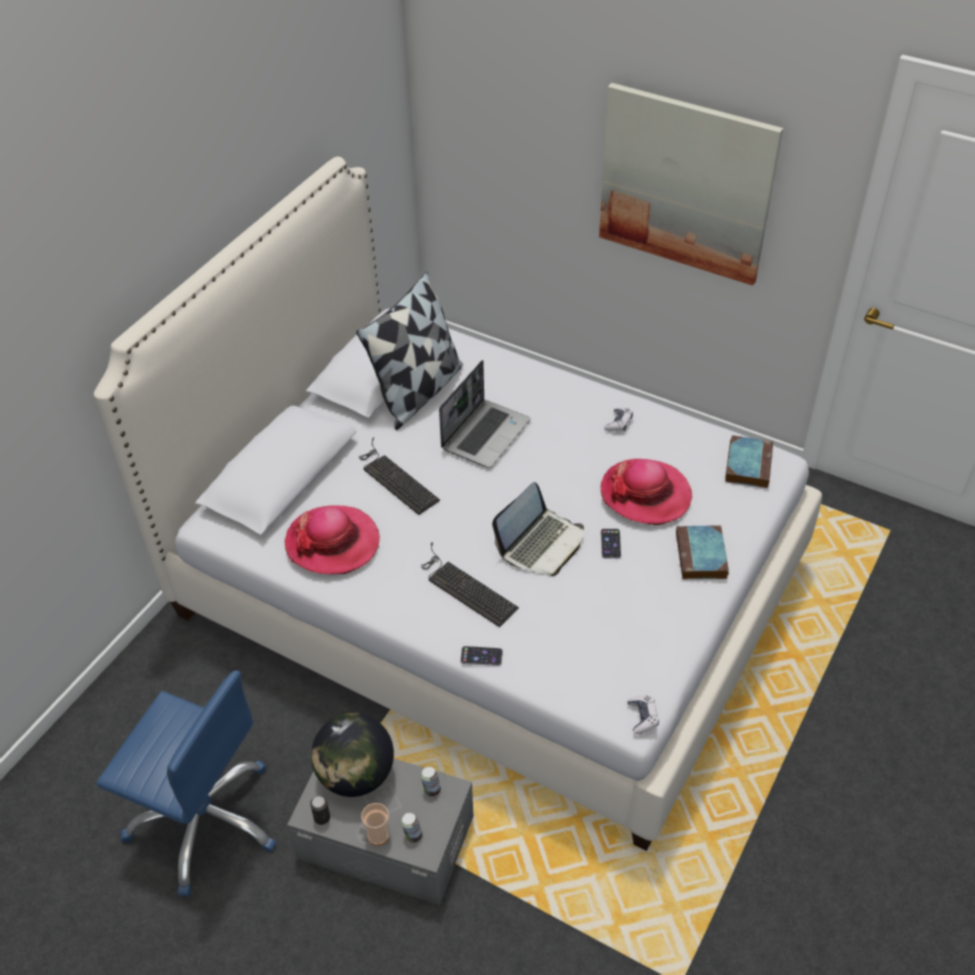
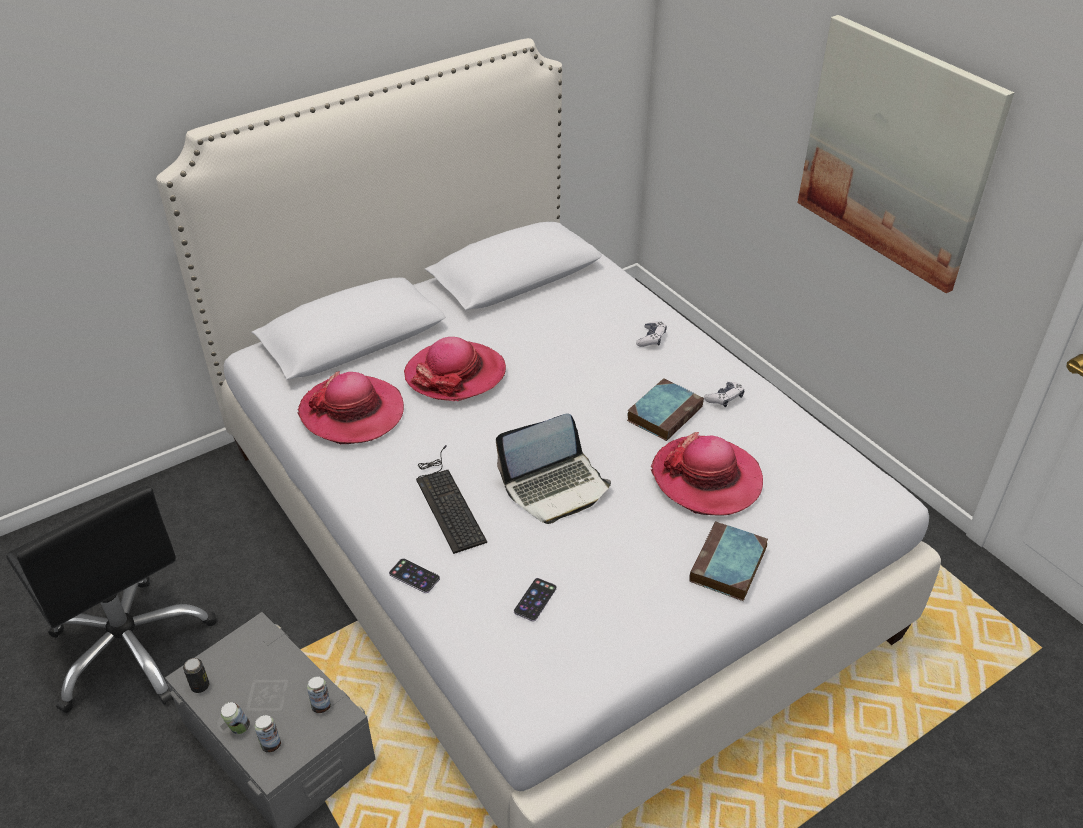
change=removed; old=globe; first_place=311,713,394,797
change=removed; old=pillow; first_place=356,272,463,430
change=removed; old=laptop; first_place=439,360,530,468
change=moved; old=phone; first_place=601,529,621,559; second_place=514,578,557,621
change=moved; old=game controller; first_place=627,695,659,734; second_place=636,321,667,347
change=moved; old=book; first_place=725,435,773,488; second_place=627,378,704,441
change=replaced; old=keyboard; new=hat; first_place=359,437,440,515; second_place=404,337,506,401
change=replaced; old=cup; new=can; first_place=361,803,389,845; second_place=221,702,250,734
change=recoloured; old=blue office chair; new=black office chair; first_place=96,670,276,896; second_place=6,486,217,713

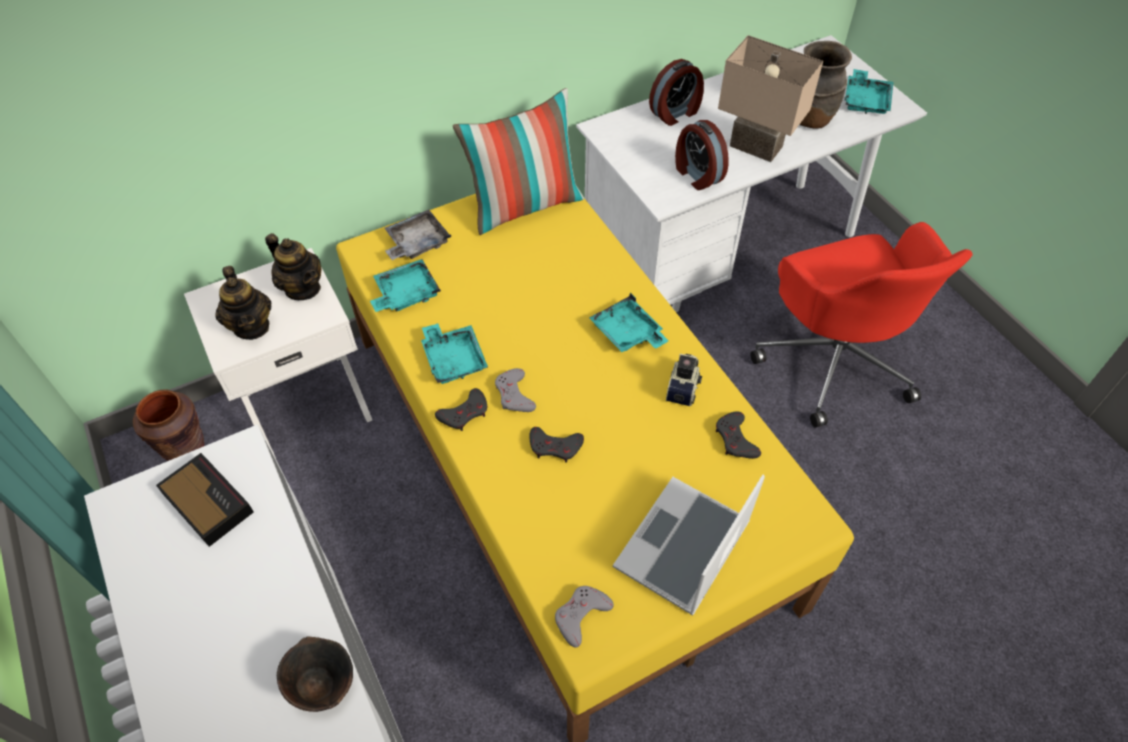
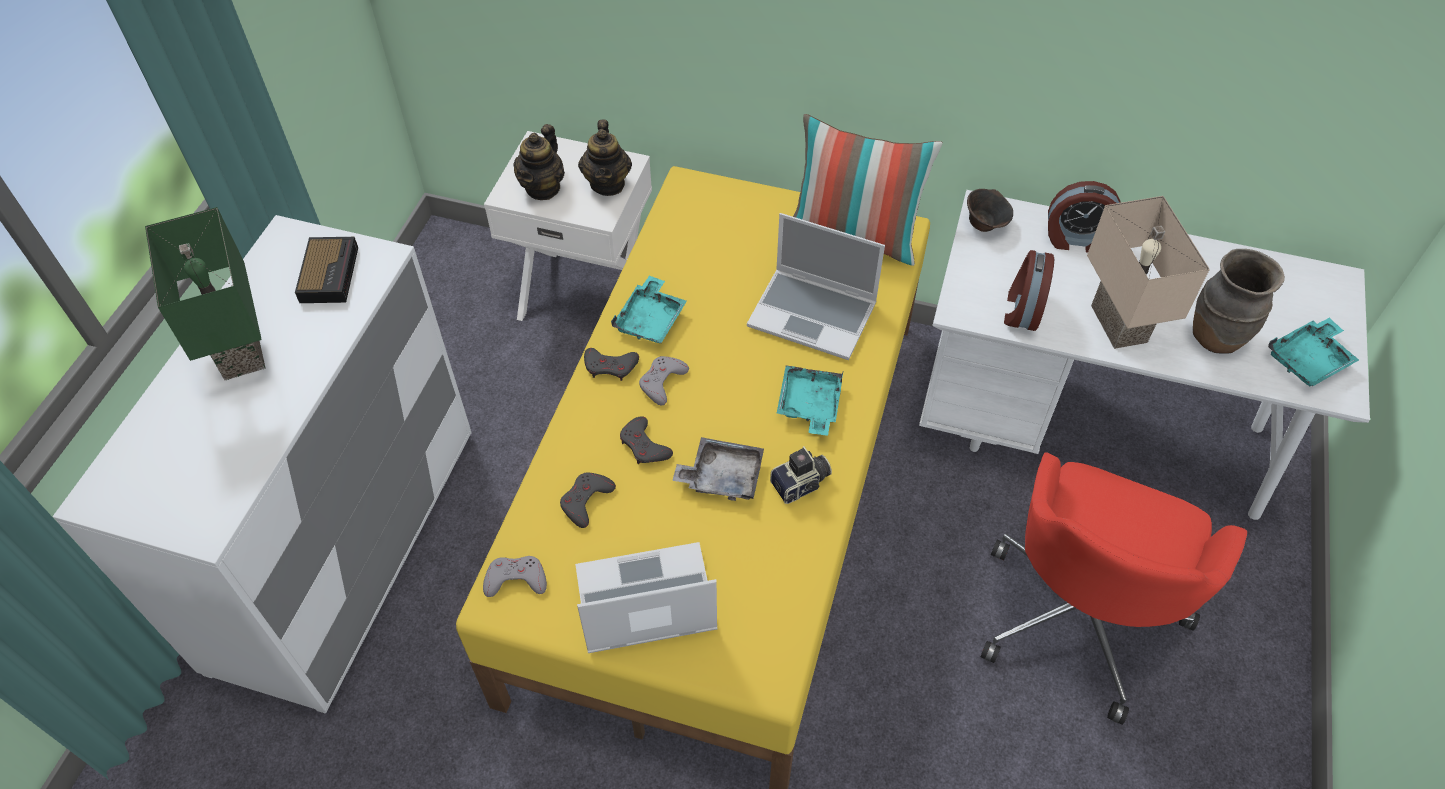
change=removed; old=brown vase; first_place=133,389,204,461
change=removed; old=turquoise tray; first_place=370,259,441,312
change=added; new=green table lamp; second_place=145,207,266,380
change=added; new=laptop; second_place=747,213,885,360
change=moved; old=brown bowl; first_place=277,636,353,712; second_place=967,189,1013,232
change=moved; old=grey tray; first_place=384,210,451,260; second_place=672,437,764,501
change=moved; old=grey game controller; first_place=716,412,761,459; second_place=560,472,616,528

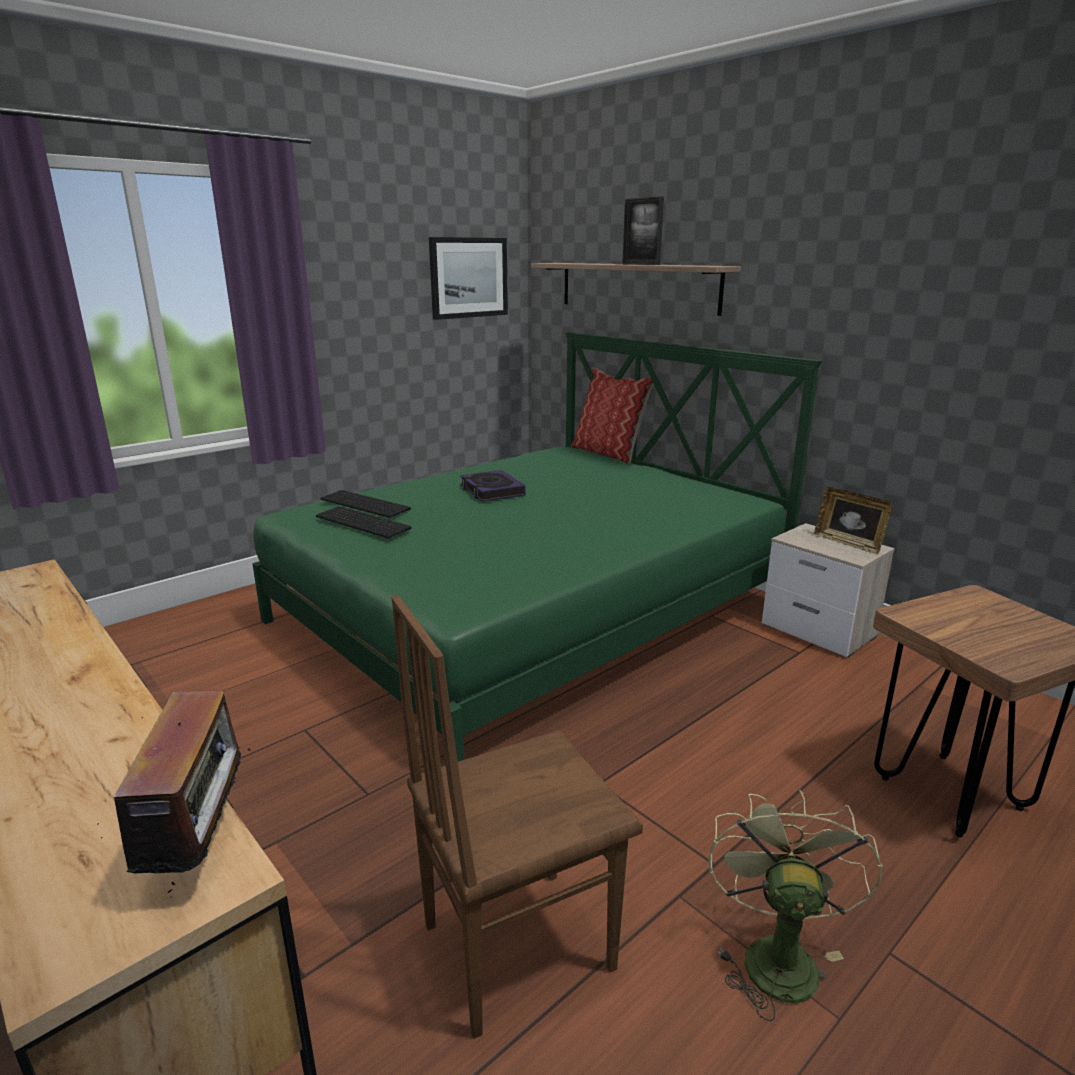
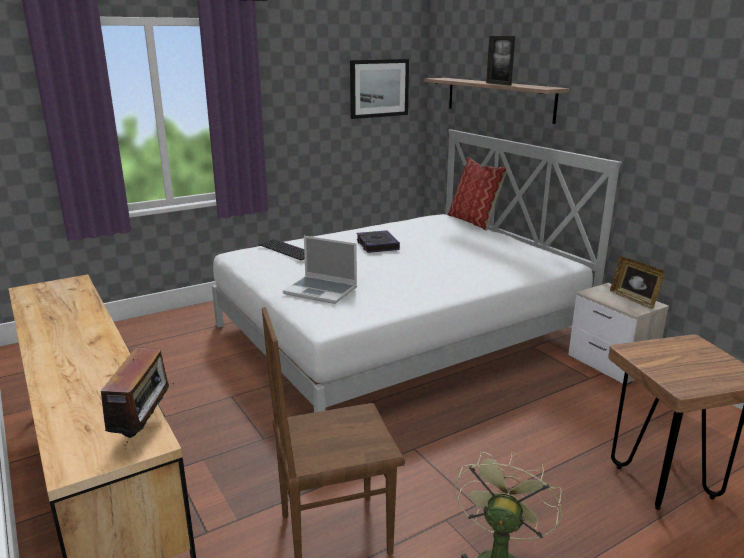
change=removed; old=keyboard; first_place=316,506,412,538
change=added; new=laptop; second_place=283,236,357,304
change=recoloured; old=green bed; new=white bed; first_place=252,332,822,762; second_place=212,129,622,412

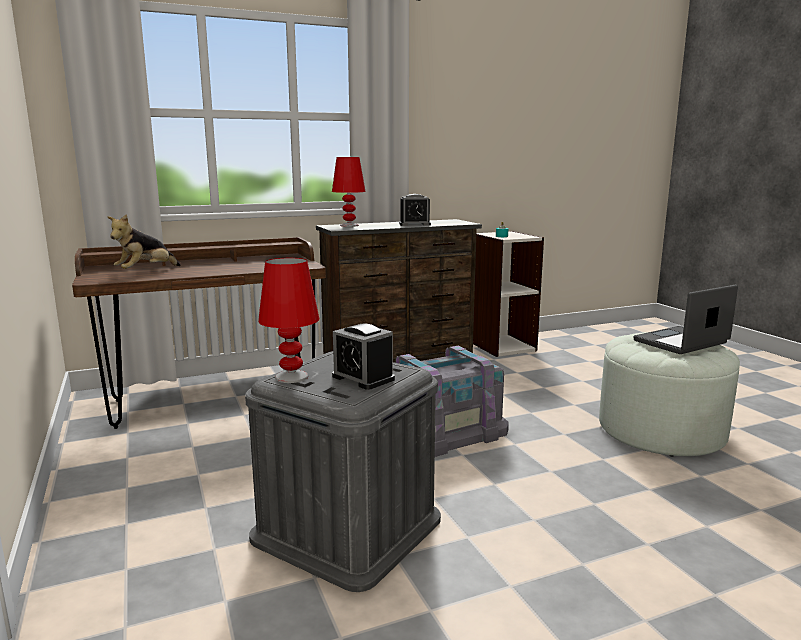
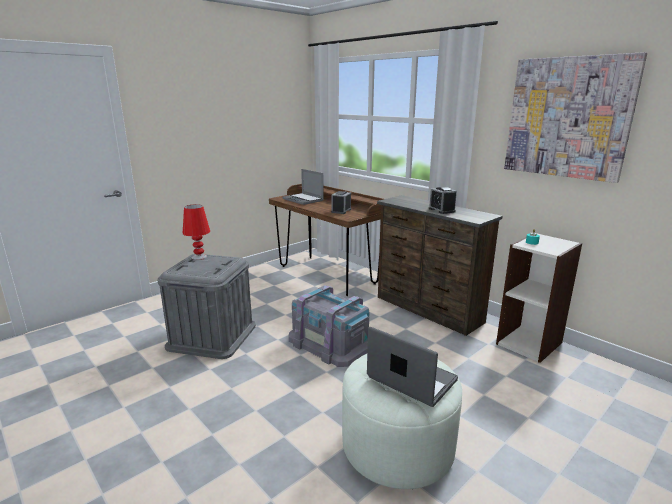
change=removed; old=red table lamp; first_place=332,157,366,227
change=added; new=picture; second_place=504,52,647,183
change=moved; old=alarm clock; first_place=332,324,395,390; second_place=331,191,351,214
change=replaced; old=plush toy; new=laptop; first_place=107,214,181,269; second_place=282,169,324,205

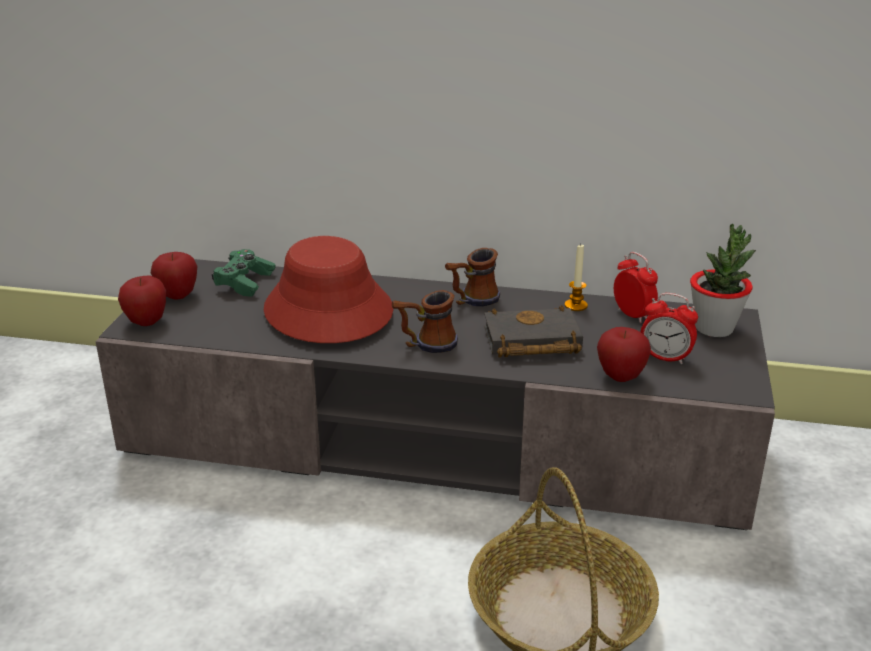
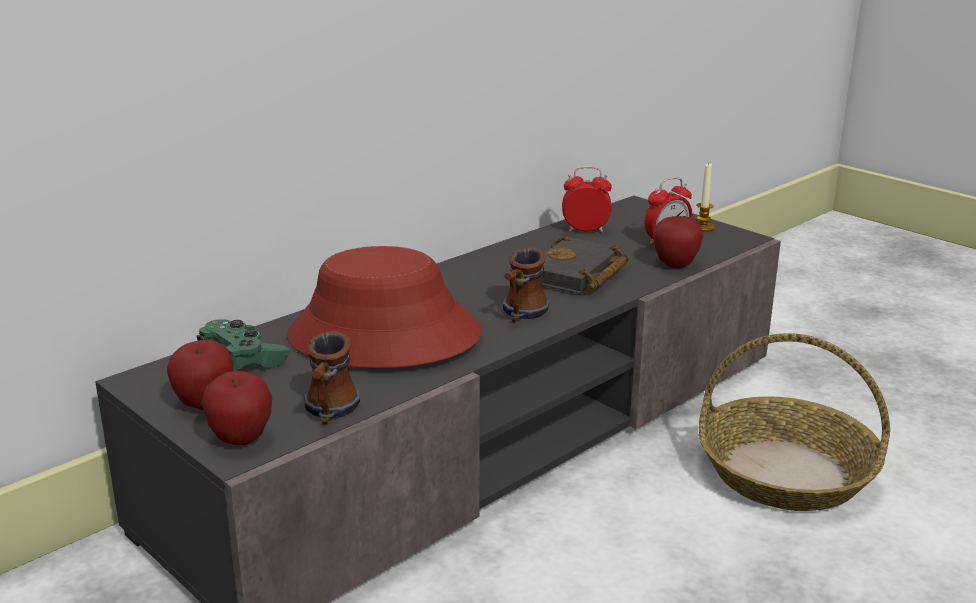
change=removed; old=potted plant; first_place=690,223,756,337
change=moved; old=mug; first_place=445,248,500,306; second_place=304,331,360,425
change=moved; old=candle; first_place=565,244,588,311; second_place=696,163,715,232

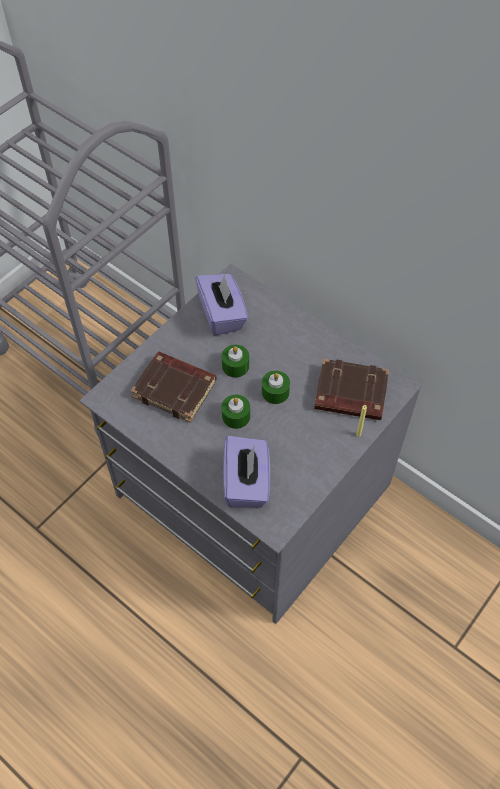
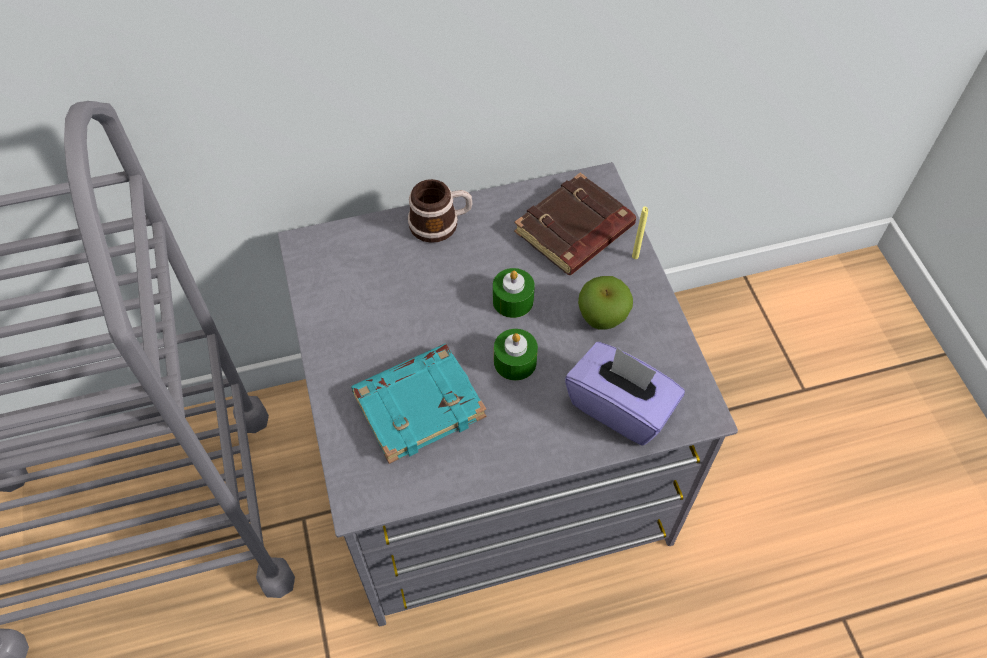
change=removed; old=purple tissue box; first_place=195,273,248,336
change=removed; old=green candle; first_place=222,345,249,377
change=added; new=mug; second_place=408,179,472,243
change=added; new=apple; second_place=578,276,633,330
change=recoloured; old=brown book; new=turquoise book; first_place=131,352,216,423; second_place=351,344,486,464

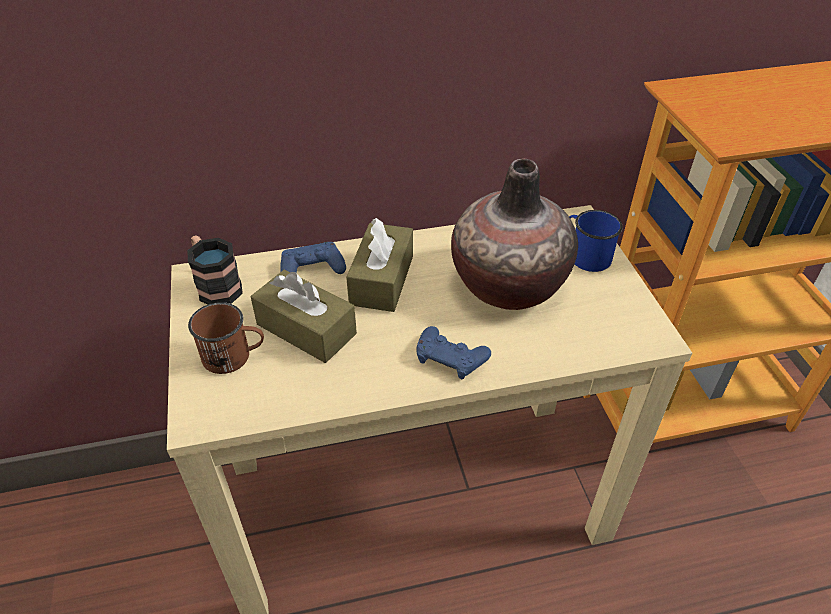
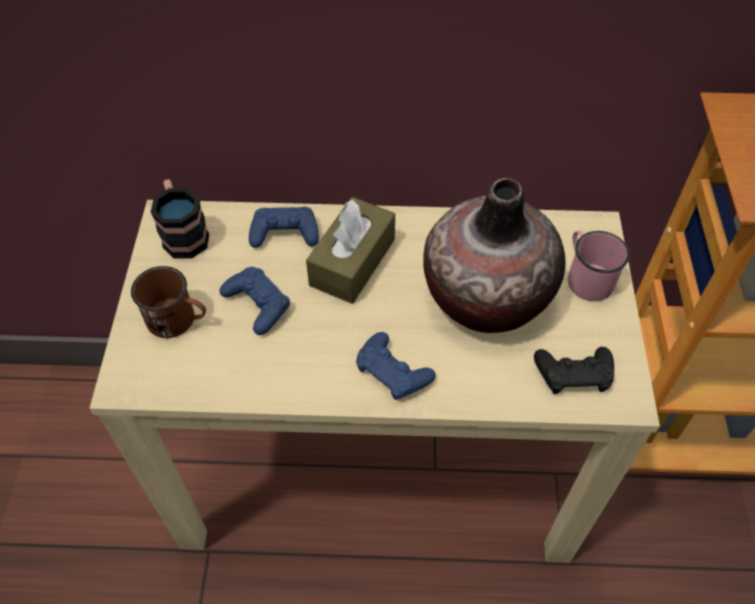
change=added; new=black game controller; second_place=534,347,614,394
change=replaced; old=brown tissue box; new=blue game controller; first_place=251,270,357,363; second_place=220,267,290,335
change=recoloured; old=blue mug; new=pink mug; first_place=569,210,623,272; second_place=568,230,630,301

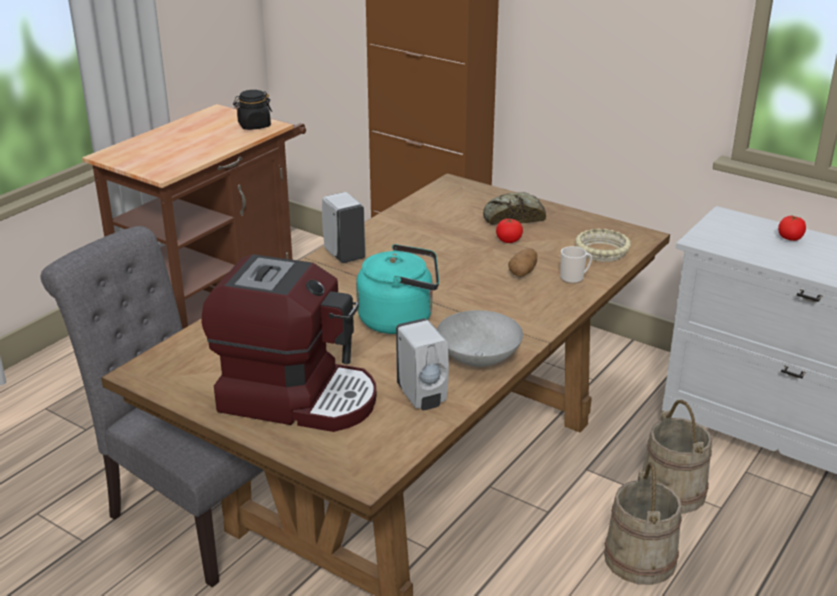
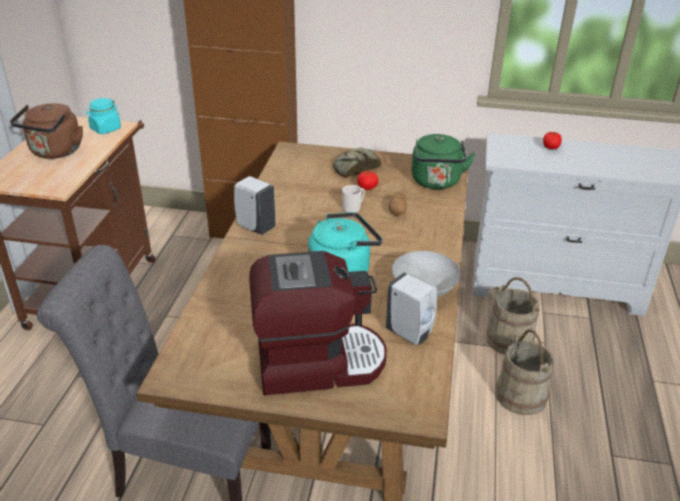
change=added; new=brown kettle; second_place=10,103,83,159
change=moved; old=mug; first_place=560,246,592,284; second_place=342,185,365,213
change=replaced; old=beige bowl; new=green kettle; first_place=575,229,631,262; second_place=411,134,475,189
change=recoloured; old=black jar; new=turquoise jar; first_place=233,90,272,130; second_place=86,98,121,134

